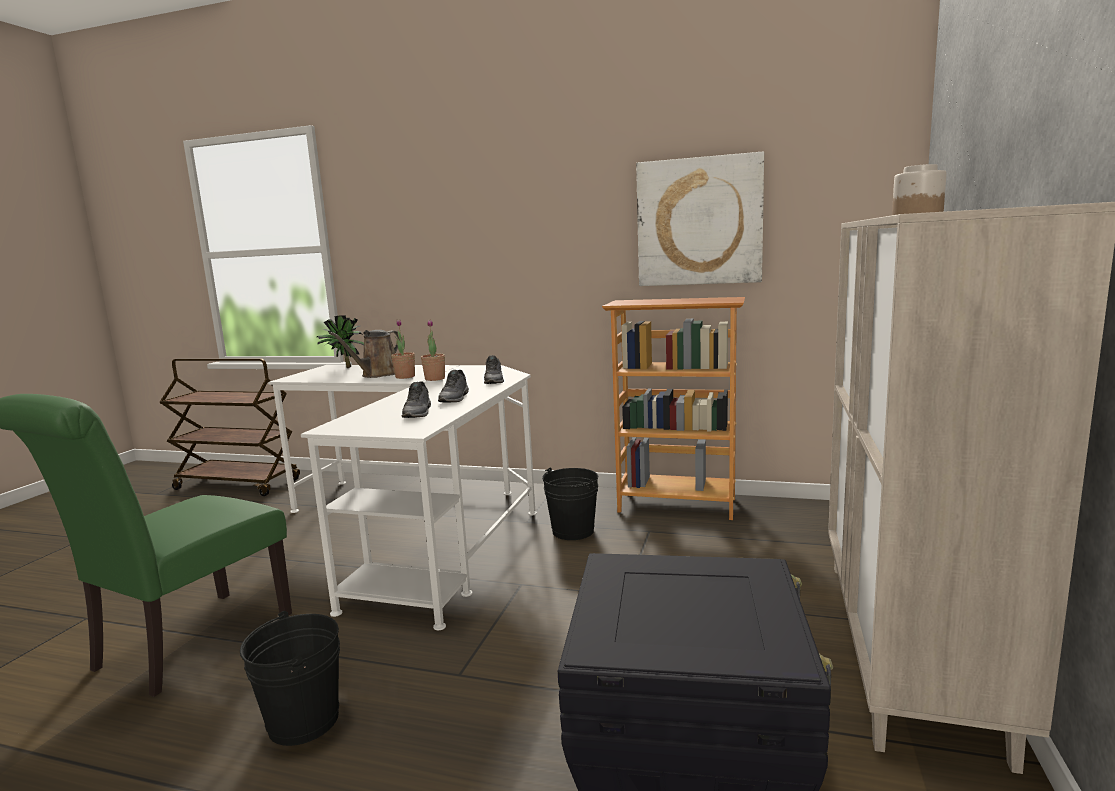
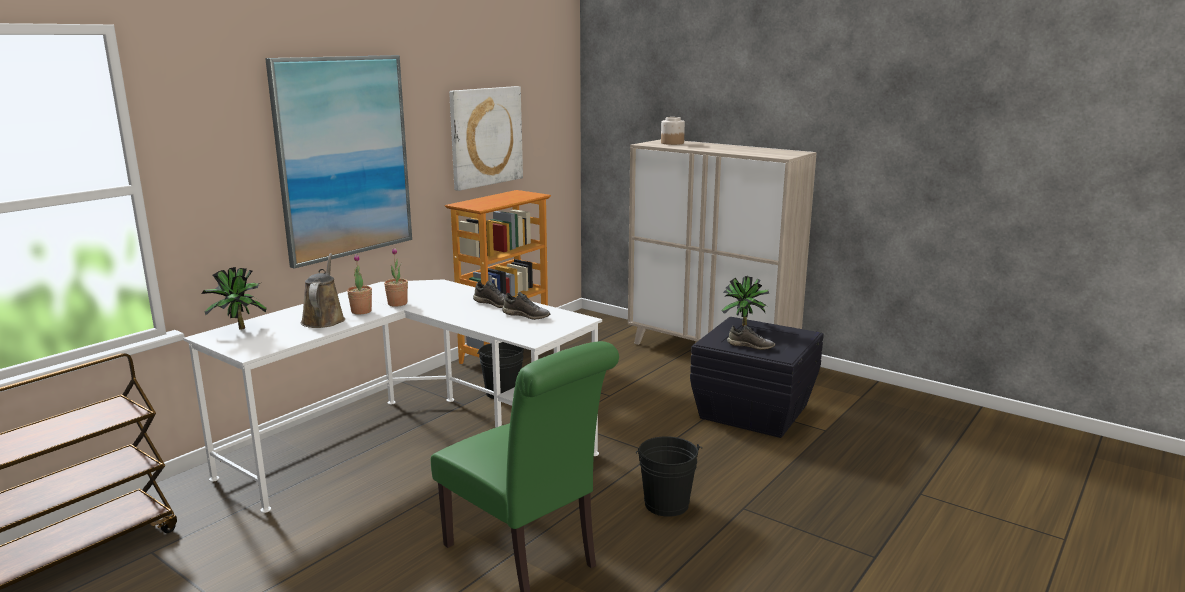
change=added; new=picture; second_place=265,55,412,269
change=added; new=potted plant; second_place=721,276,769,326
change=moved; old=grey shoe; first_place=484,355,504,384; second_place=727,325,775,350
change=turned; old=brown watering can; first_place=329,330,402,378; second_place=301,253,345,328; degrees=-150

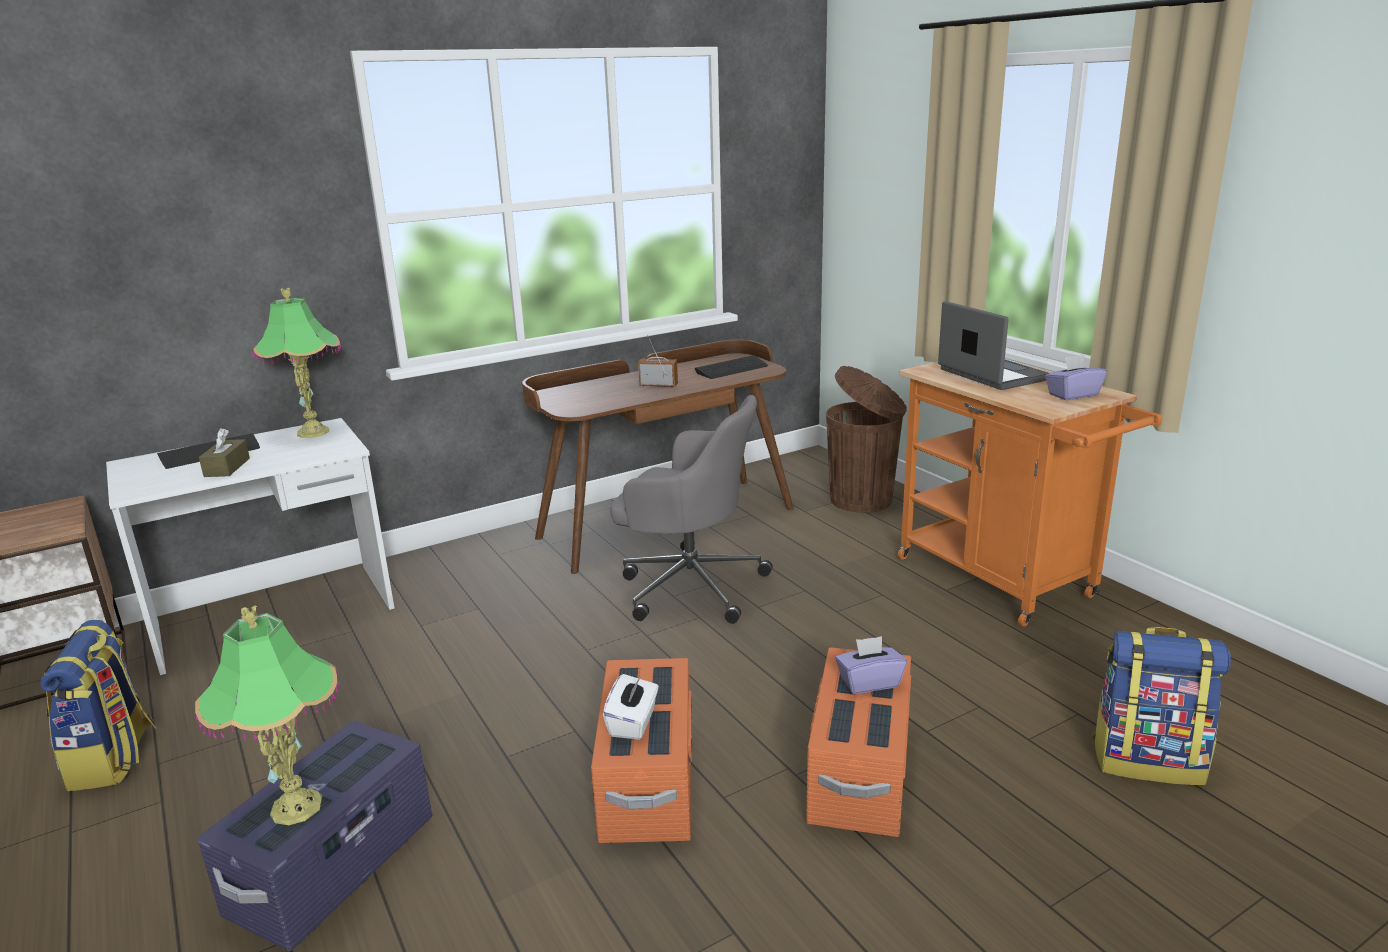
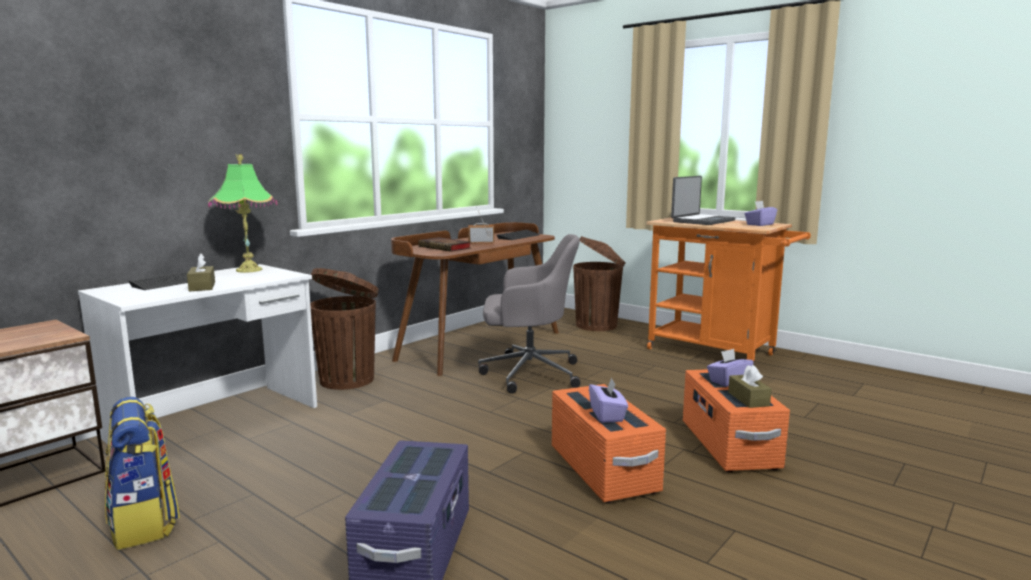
change=removed; old=table lamp; first_place=195,605,340,825
change=removed; old=backpack; first_place=1093,627,1231,785
change=added; new=brown trash can; second_place=310,268,379,390
change=added; new=book; second_place=418,237,471,252
change=added; new=brown tissue box; second_place=728,365,772,408
change=recoloured; old=white tissue box; new=purple tissue box; first_place=603,674,659,740; second_place=589,378,628,423
change=turned; old=laptop; first_place=938,301,1049,390; second_place=671,176,735,225; degrees=90

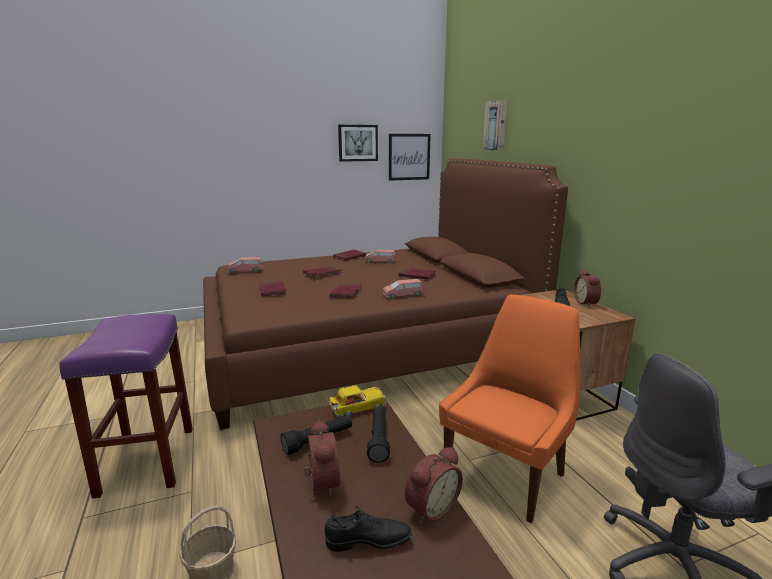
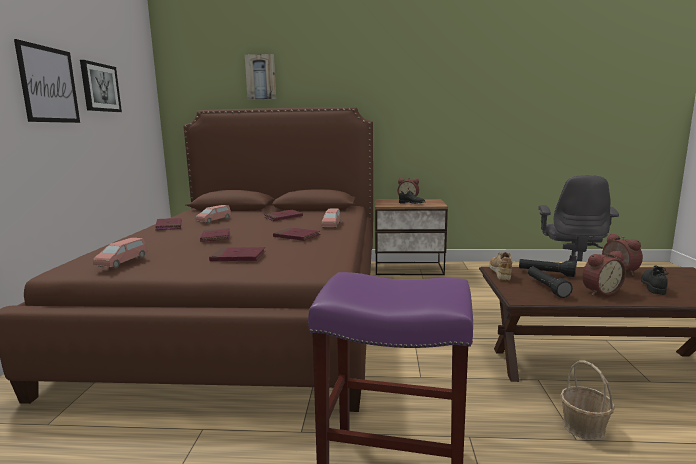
change=removed; old=orange chair; first_place=439,294,580,523
change=moved; old=picture; first_place=389,134,431,181; second_place=14,39,80,123
change=replaced; old=toy car; new=beige shoe; first_place=330,386,386,417; second_place=489,252,512,281
change=turned; old=alarm clock; first_place=304,420,340,497; second_place=582,251,626,295; degrees=150

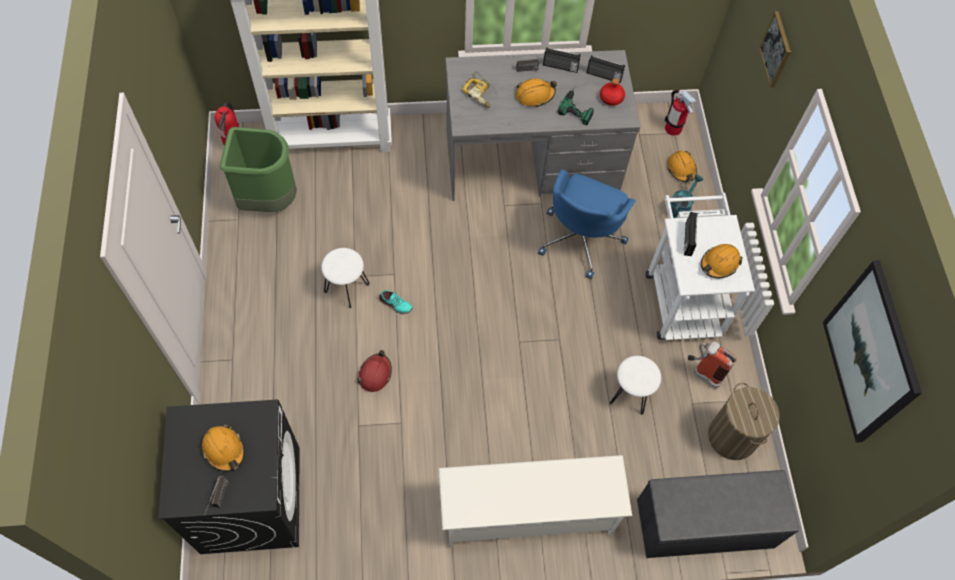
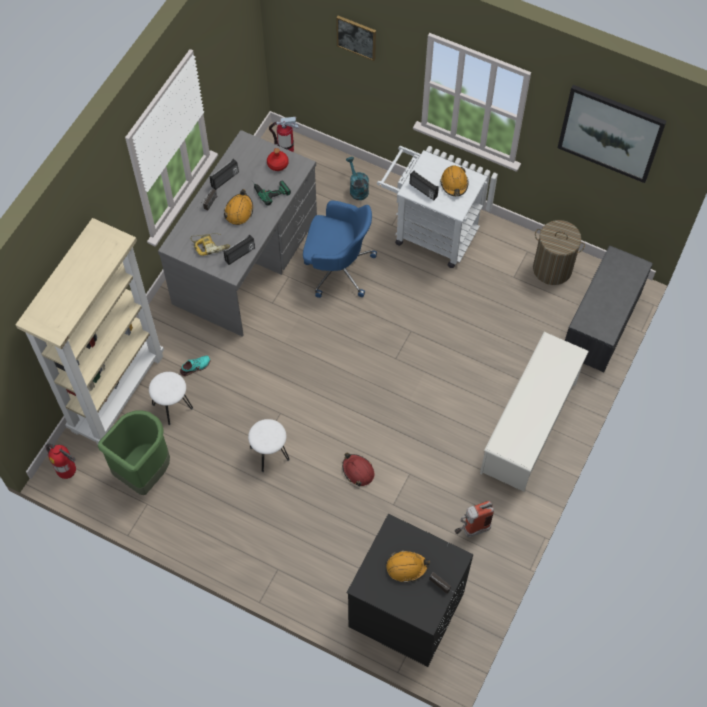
change=removed; old=orange hard hat; first_place=668,151,697,182
change=moved; old=turquoise shoe; first_place=379,290,412,314; second_place=180,356,210,376
change=moved; old=radio; first_place=587,55,625,83; second_place=223,235,255,265
change=moved; old=white stool; first_place=610,356,661,415; second_place=149,372,193,425
change=moved; old=fire extinguisher; first_place=688,341,737,389; second_place=455,501,494,537
change=turned; old=blue office chair; first_place=538,169,636,279; second_place=303,201,377,298; degrees=-45

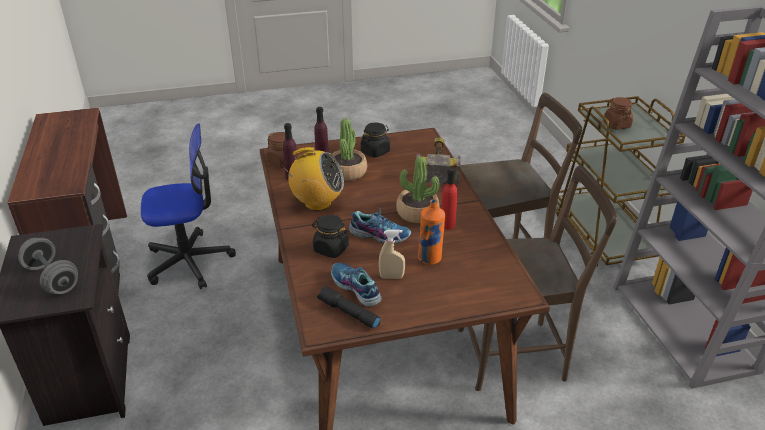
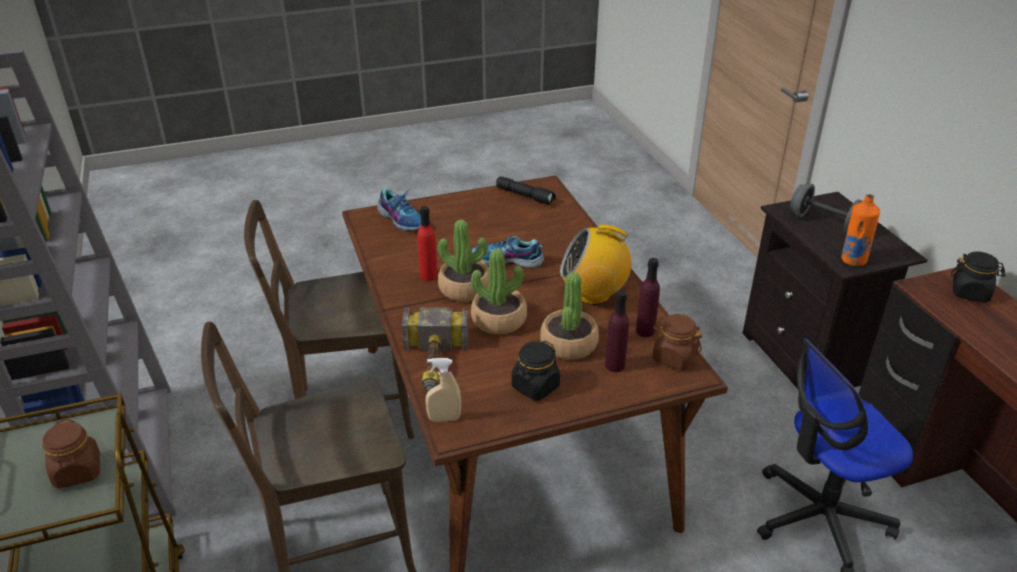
change=added; new=potted plant; second_place=471,249,527,334
change=moved; old=black jar; first_place=312,215,349,258; second_place=951,252,1005,303
change=moved; old=shoe; first_place=331,263,382,307; second_place=377,188,421,232
change=moved; old=beige spray bottle; first_place=379,230,405,279; second_place=425,358,461,422
change=moved; old=orange bottle; first_place=418,199,445,265; second_place=841,194,880,266

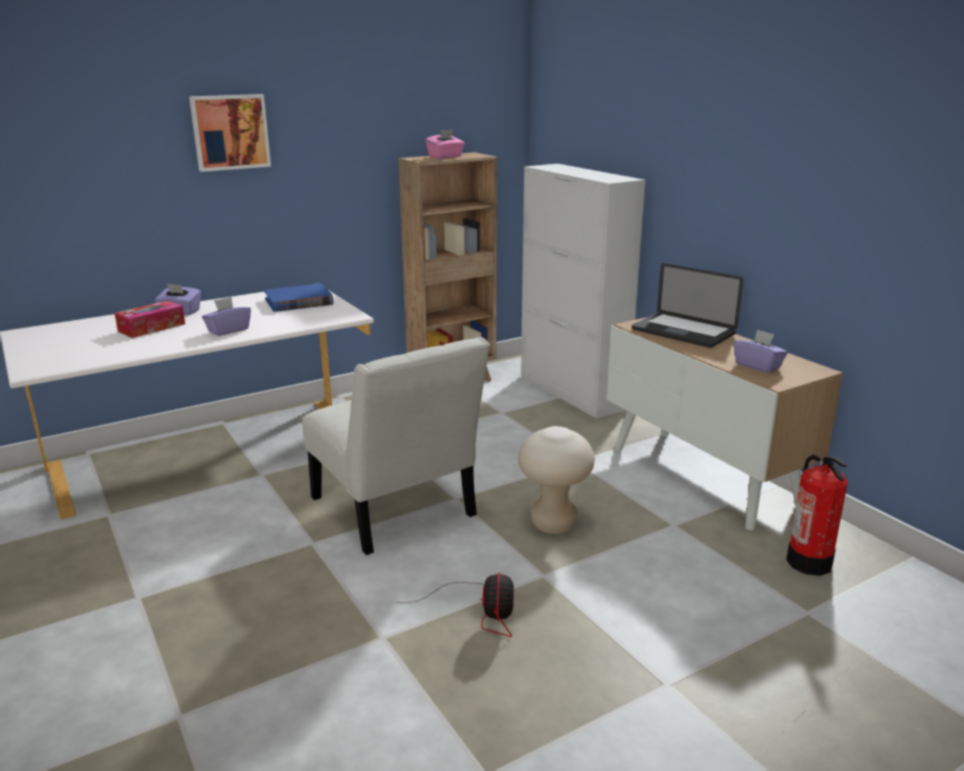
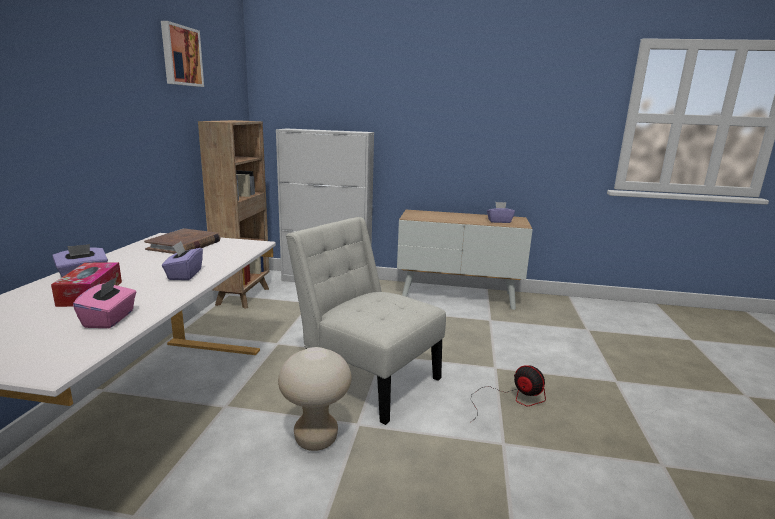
change=removed; old=laptop; first_place=632,263,743,348
change=removed; old=fire extinguisher; first_place=786,455,848,576
change=moved; old=picture; first_place=189,94,271,172; second_place=161,21,204,87
change=moved; old=pink tissue box; first_place=425,129,465,159; second_place=73,277,136,328
change=moved; old=beige stool; first_place=518,426,595,534; second_place=278,347,352,451
change=recoloured; old=blue book; new=brown book; first_place=264,283,333,312; second_place=144,228,221,254
change=turned; old=white chair; first_place=302,337,490,555; second_place=286,217,446,425; degrees=-150

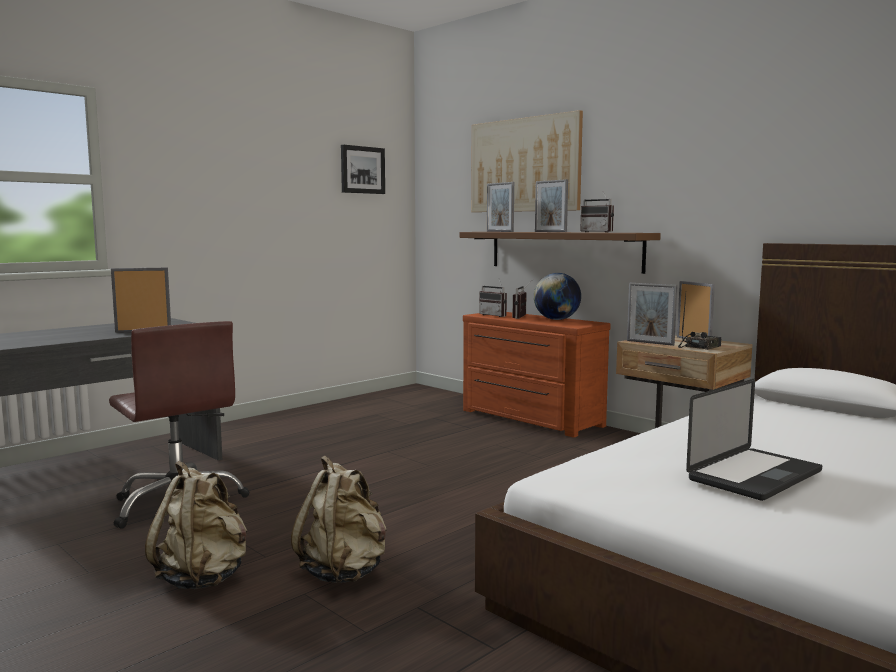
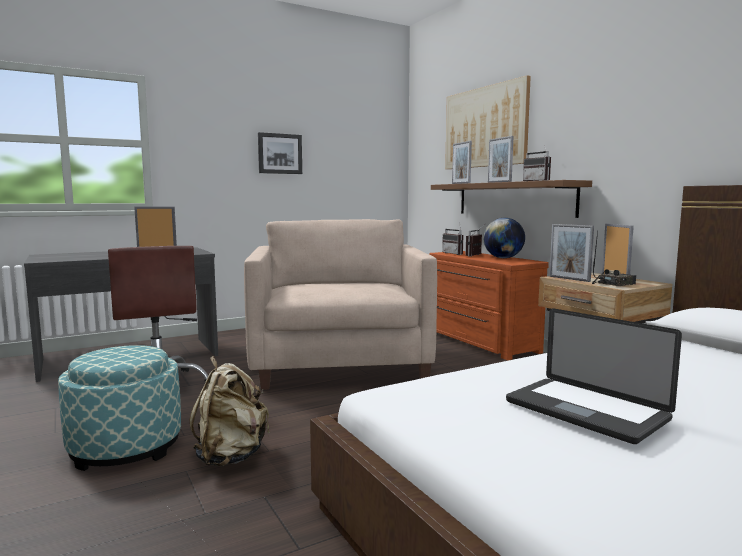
change=added; new=beige armchair; second_place=244,219,437,390
change=moved; old=picture; first_place=341,145,385,194; second_place=258,132,302,174
change=replaced; old=beige backpack; new=ottoman; first_place=145,461,247,589; second_place=58,345,181,471
change=turned; old=laptop; first_place=686,379,822,501; second_place=506,308,682,444; degrees=75

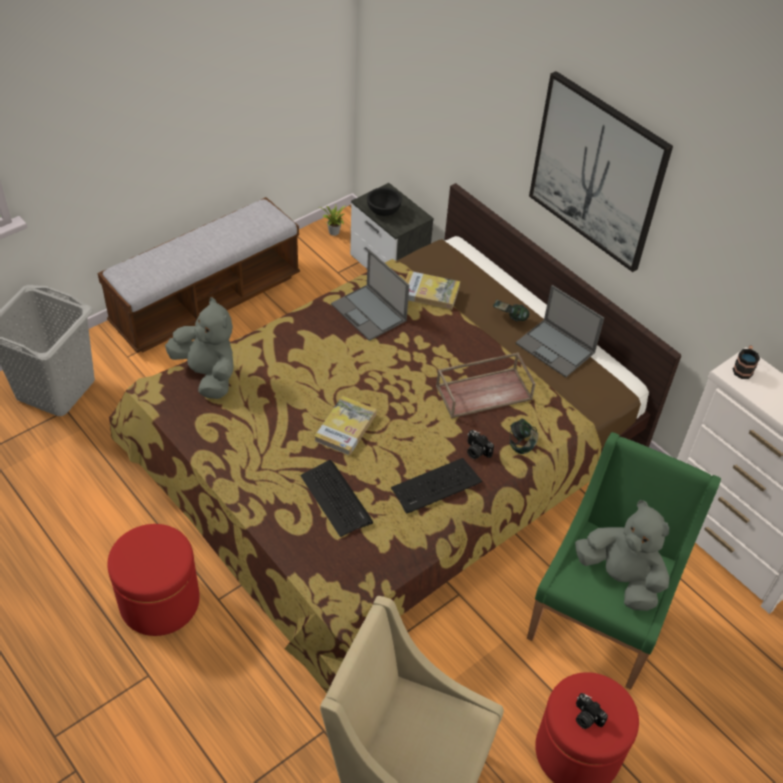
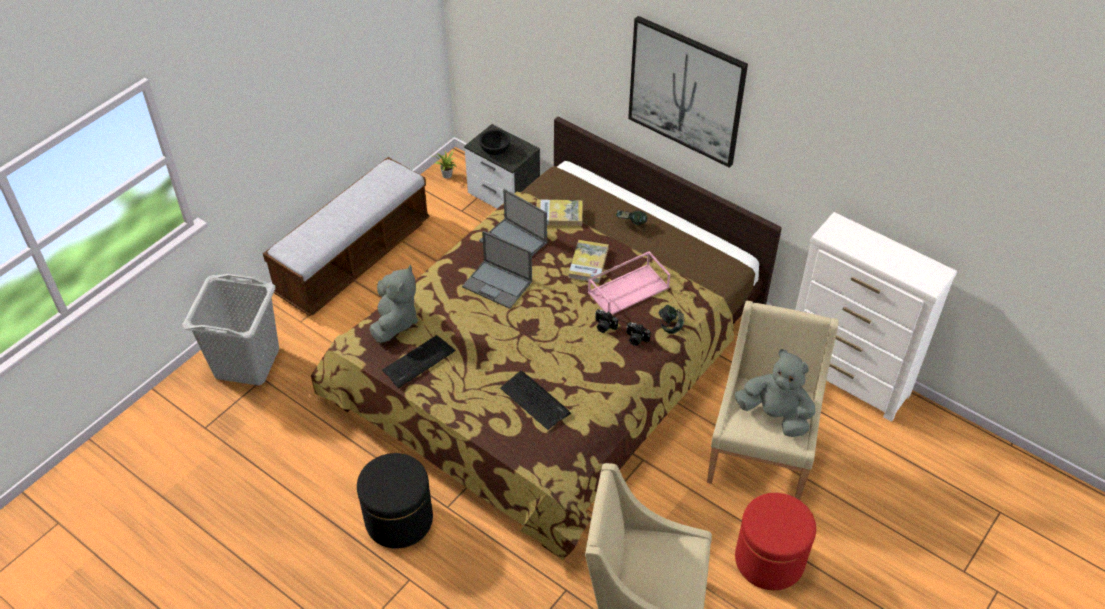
change=removed; old=mug; first_place=733,345,760,379
change=moved; old=book; first_place=314,396,377,456; second_place=568,240,609,283
change=moved; old=keyboard; first_place=391,458,482,513; second_place=382,335,456,388
change=moved; old=laptop; first_place=515,285,604,377; second_place=462,231,532,309
change=moved; old=photo camera; first_place=576,693,608,729; second_place=595,309,618,333
change=recoloured; old=red ottoman; new=black ottoman; first_place=107,524,200,636; second_place=357,453,433,548
change=recoloured; old=brown tray; new=pink tray; first_place=436,352,536,418; second_place=588,251,670,315
change=recoloured; old=green armchair; new=beige armchair; first_place=527,432,721,690; second_place=707,301,839,500
change=turned; old=grey plush toy; first_place=165,297,233,399; second_place=369,265,418,343; degrees=60

